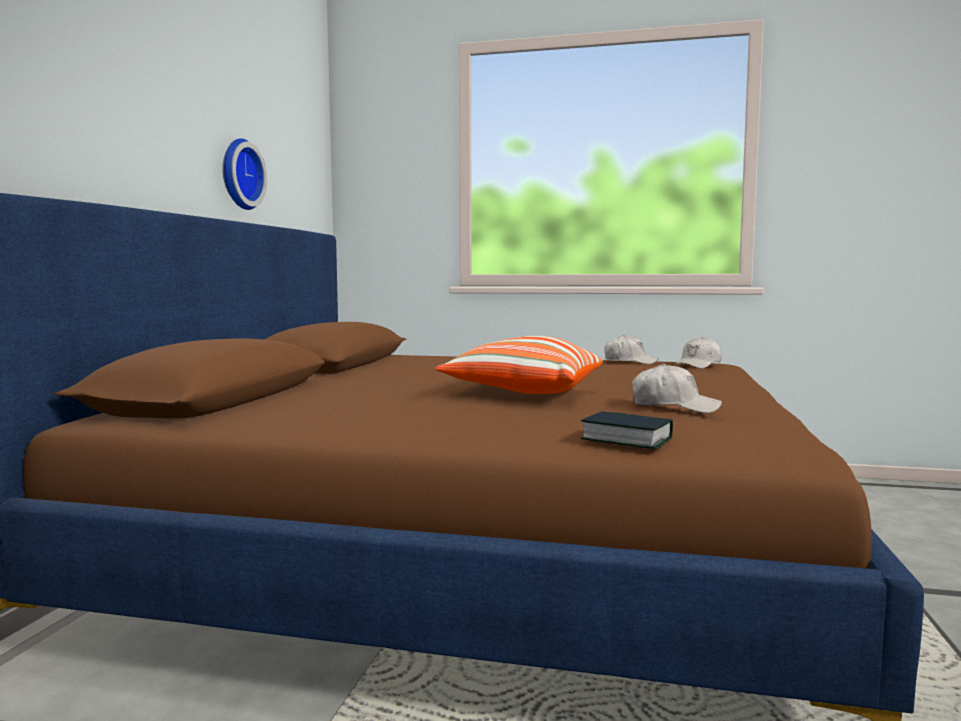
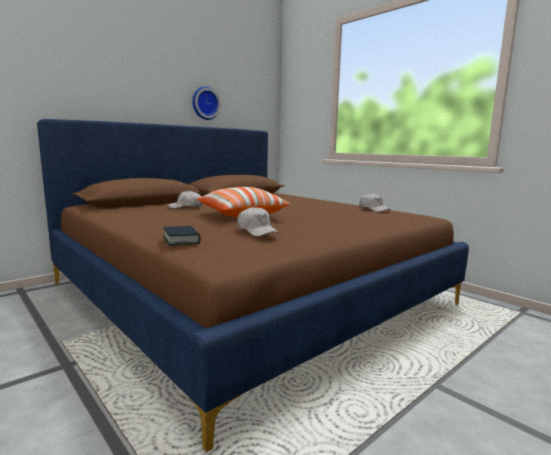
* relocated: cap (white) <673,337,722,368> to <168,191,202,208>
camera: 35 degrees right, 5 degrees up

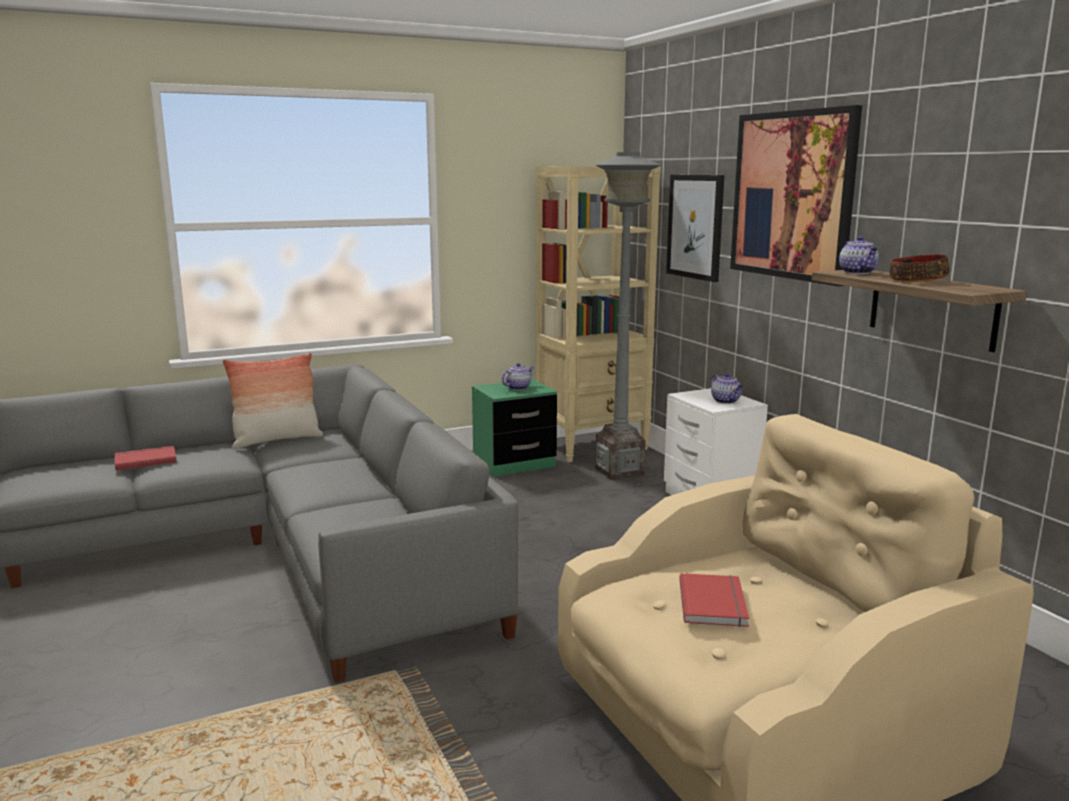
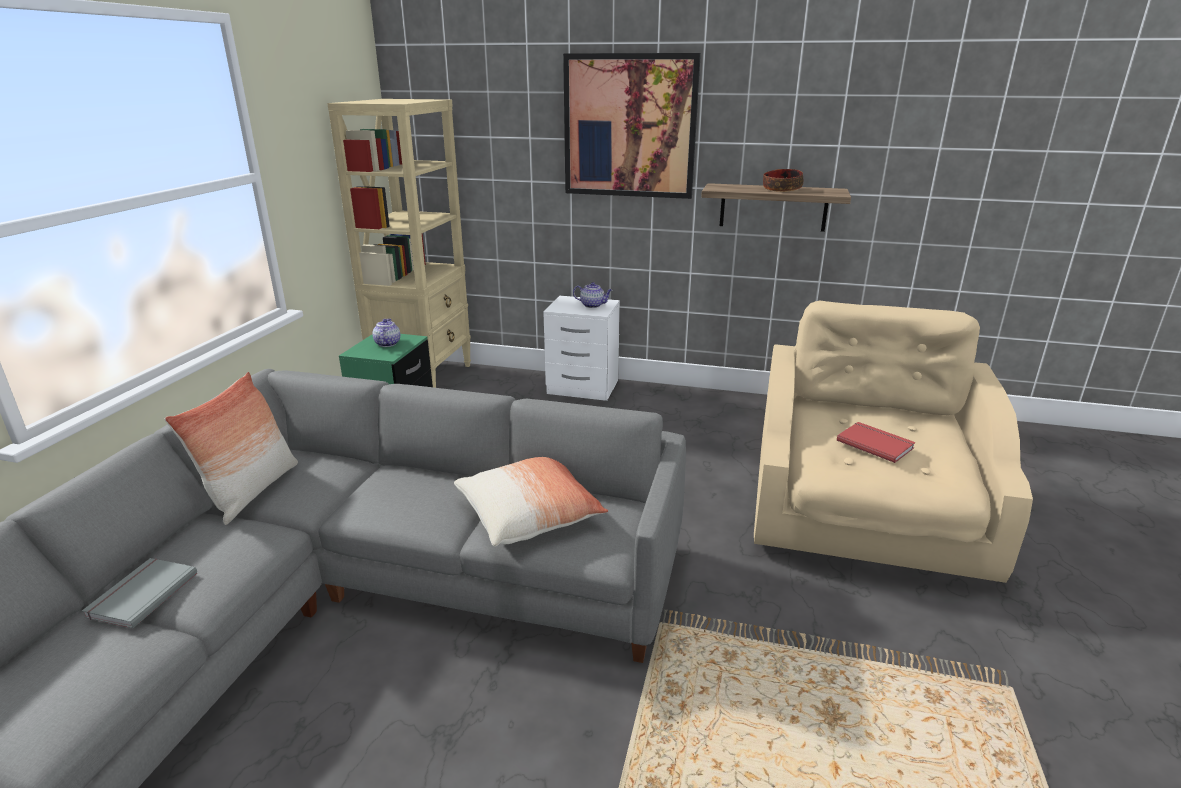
* colour: book (red) <114,446,177,470> to book (grey) <82,558,197,629>
* missing: floor lamp (grey) <595,152,661,480>
* missing: picture <666,175,724,282>
* missing: teapot <839,236,879,274>
* appeared: pillow <454,457,608,547>
camera: 50 degrees left, 10 degrees up

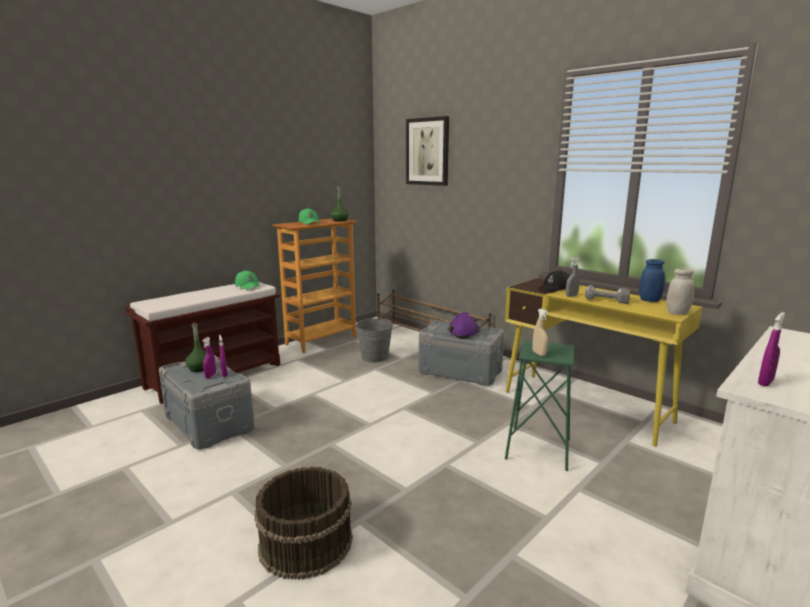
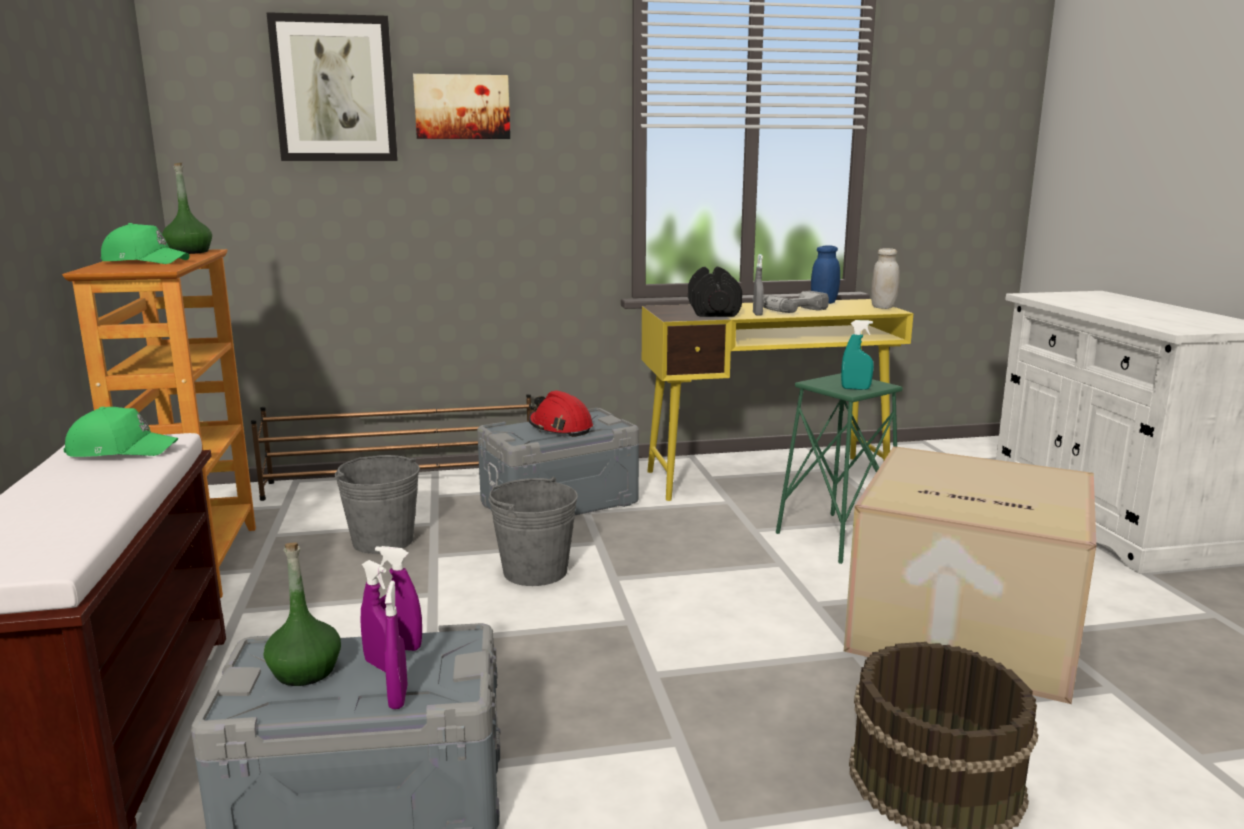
* colour: hard hat (purple) <448,312,480,338> to hard hat (red) <529,391,593,437>
* colour: spray bottle (beige) <532,308,548,356> to spray bottle (turquoise) <841,320,874,390>
* exchanged: cap (black) <539,270,570,293> to dumbbell (black) <688,267,742,317>
* relocated: spray bottle (purple) <758,312,785,386> to <385,581,407,709>
* appeared: picture <413,74,510,139>
* appeared: bucket (grey) <488,477,578,586>
* appeared: cardboard box <844,446,1096,704>
camera: 55 degrees left, 0 degrees up

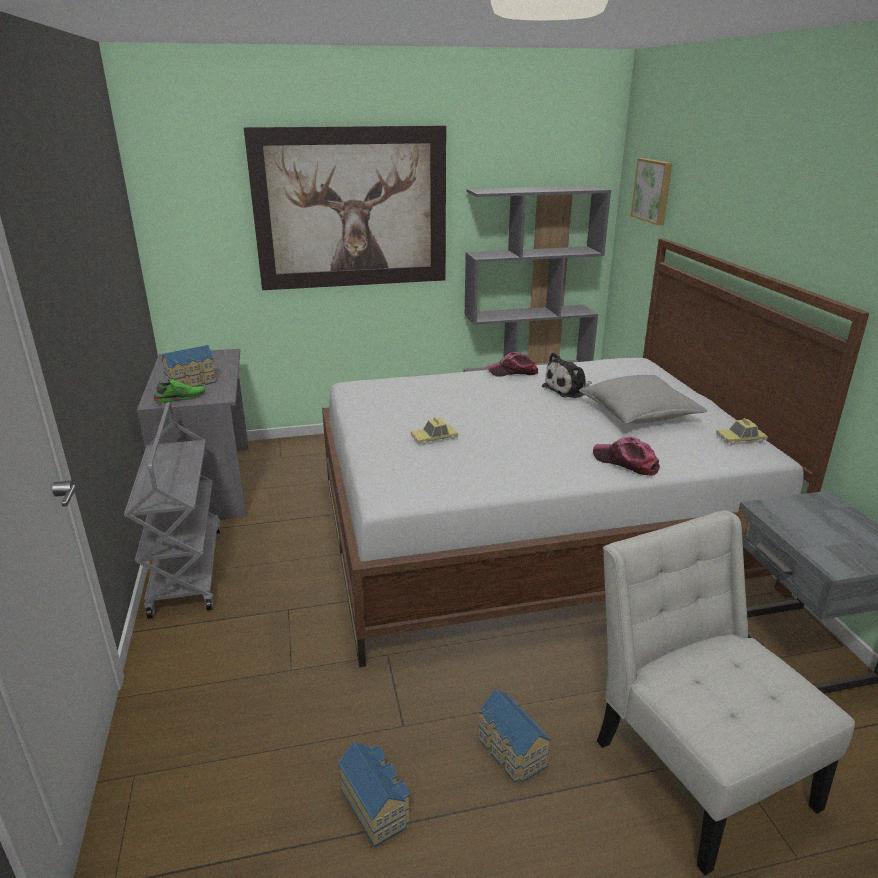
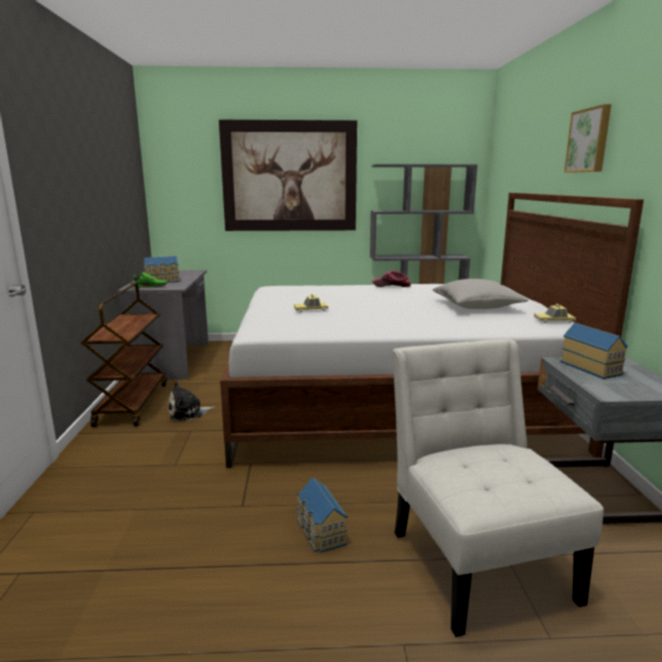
* colour: cart (grey) <124,402,221,619> to cart (brown) <81,283,167,427>
* relocated: toy house <338,742,410,848> to <560,323,628,379>
* relocated: plush toy <542,352,591,398> to <168,381,215,421>
* missing: cap <593,437,660,476>
* relocated: picture <631,158,672,225> to <564,104,611,173>
camera: 10 degrees right, 10 degrees down

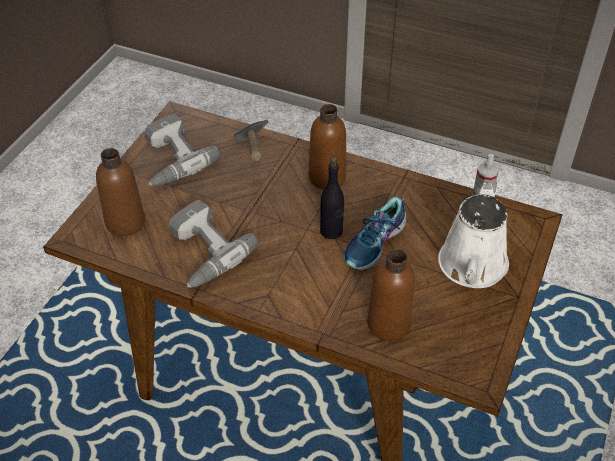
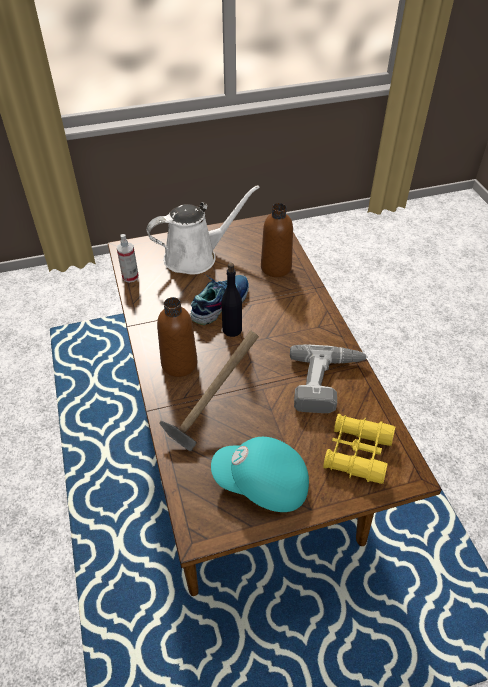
* exchanged: bottle (brown) <96,148,145,236> to binoculars (yellow) <323,414,395,484>
* exchanged: power drill <144,114,220,186> to cap (turquoise) <211,437,309,512>
* spun: shoe <344,197,406,270> = <190,274,249,325> 45 degrees counterclockwise
camera: 130 degrees left, 0 degrees up

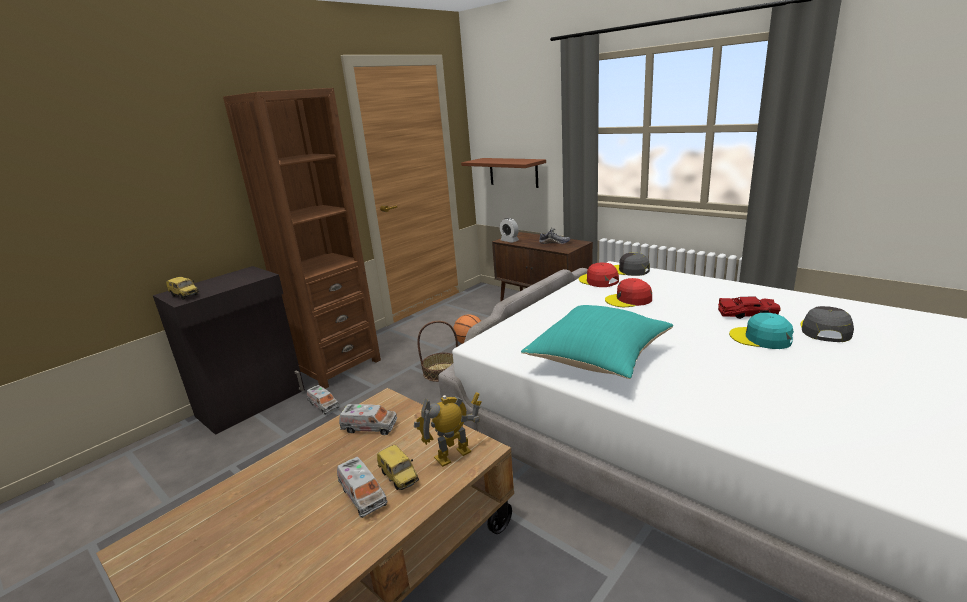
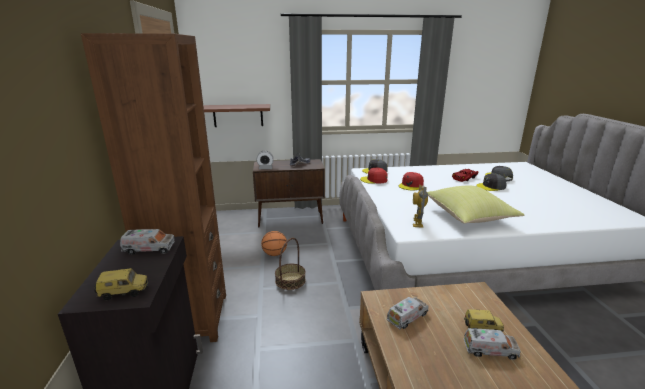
* relocated: toy truck <307,385,339,415> to <120,229,175,254>
* relocated: toy robot <414,392,481,467> to <413,185,428,228>
* colour: pillow (turquoise) <521,305,673,379> to pillow (yellow) <427,185,524,223>
* colour: cap (turquoise) <729,313,794,349> to cap (grey) <476,173,507,191>
camera: 50 degrees left, 0 degrees up

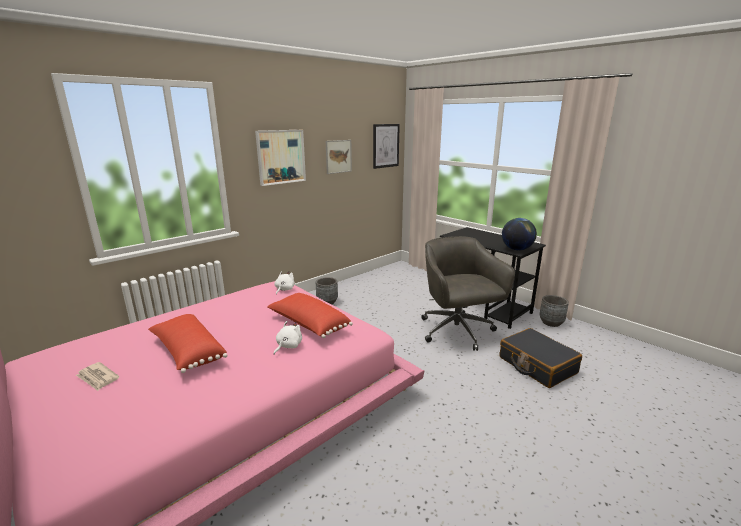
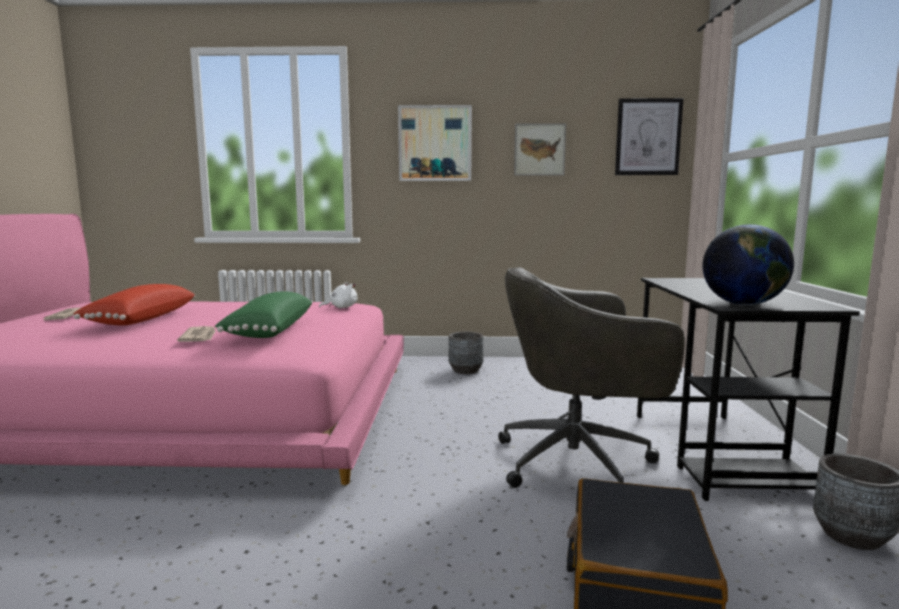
* colour: pillow (red) <267,293,353,338> to pillow (green) <215,291,312,338>
* exchanged: plush toy (white) <274,321,302,355> to newspaper <177,326,216,342>
* spun: office chair (grey) <421,236,515,351> = <498,267,685,488> 120 degrees counterclockwise
camera: 45 degrees right, 10 degrees down

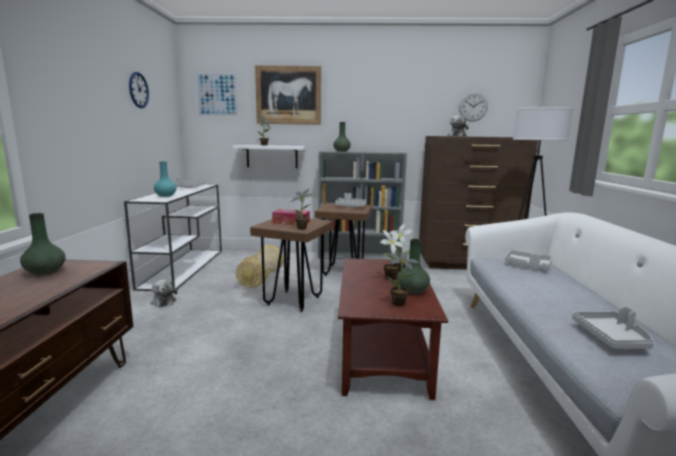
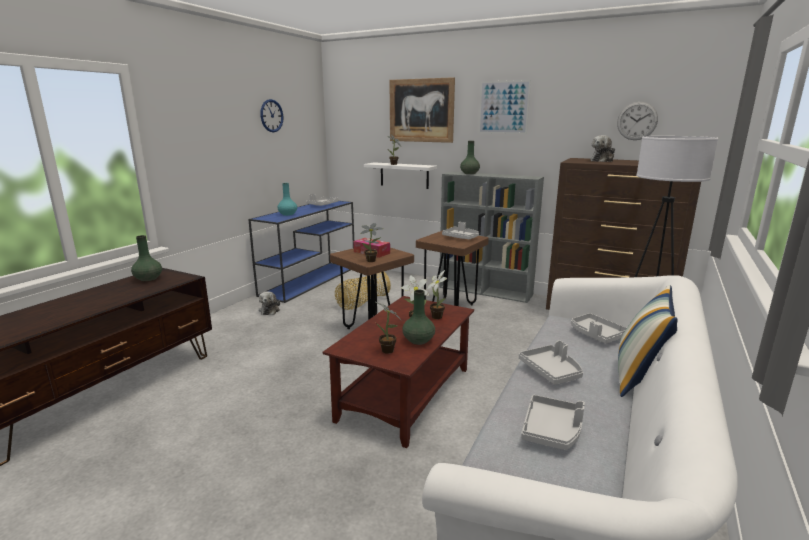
* colour: console table (white) <124,184,222,291> to console table (blue) <248,201,354,303>
* relocated: picture <195,72,239,117> to <478,80,531,134>
* appeared: tray (grey) <519,340,583,385>
* appeared: pillow <618,285,678,397>
camera: 25 degrees right, 5 degrees up

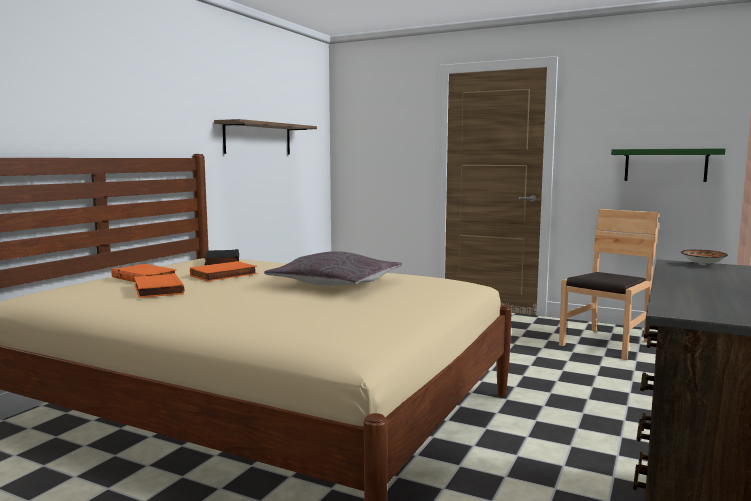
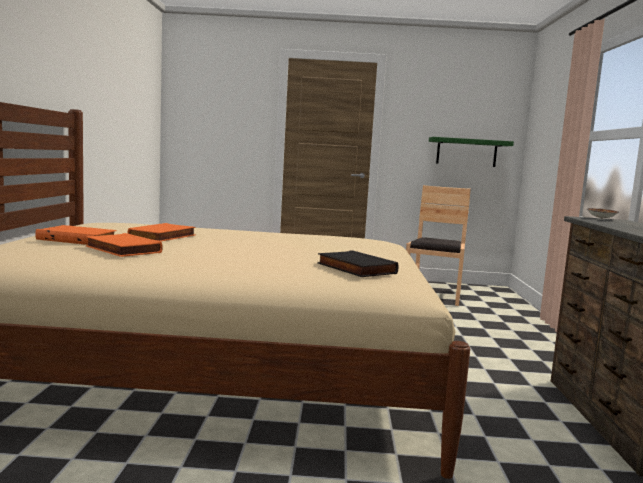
* relocated: book (black) <204,249,239,265> to <317,250,399,277>
* missing: shelf <214,119,317,155>
* missing: pillow (grey) <264,251,402,286>
camera: 25 degrees left, 0 degrees up

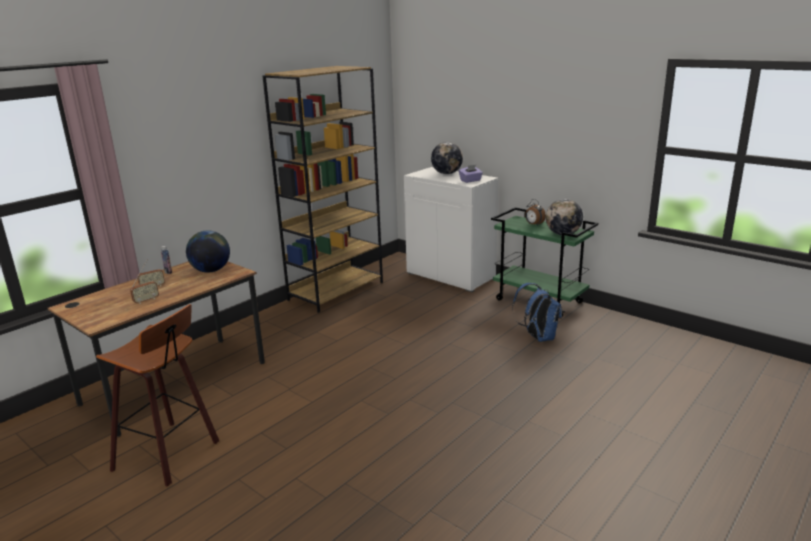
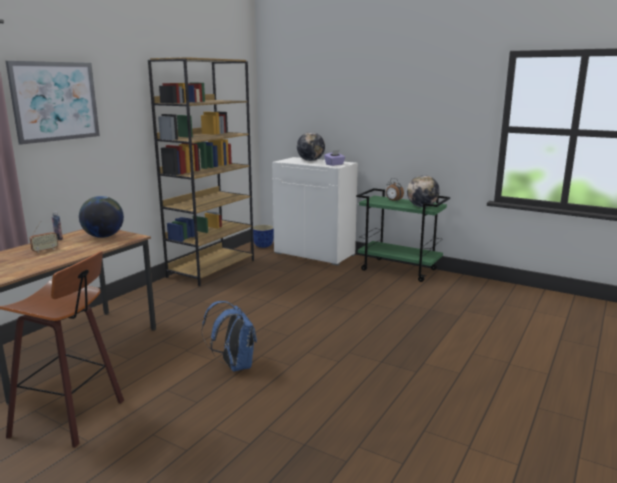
* missing: radio <130,272,159,304>
* relocated: backpack (blue) <512,283,562,342> to <202,301,257,372>
* appeared: picture <6,61,100,145>
* appeared: planter <253,225,274,248>
camera: 10 degrees left, 5 degrees down

